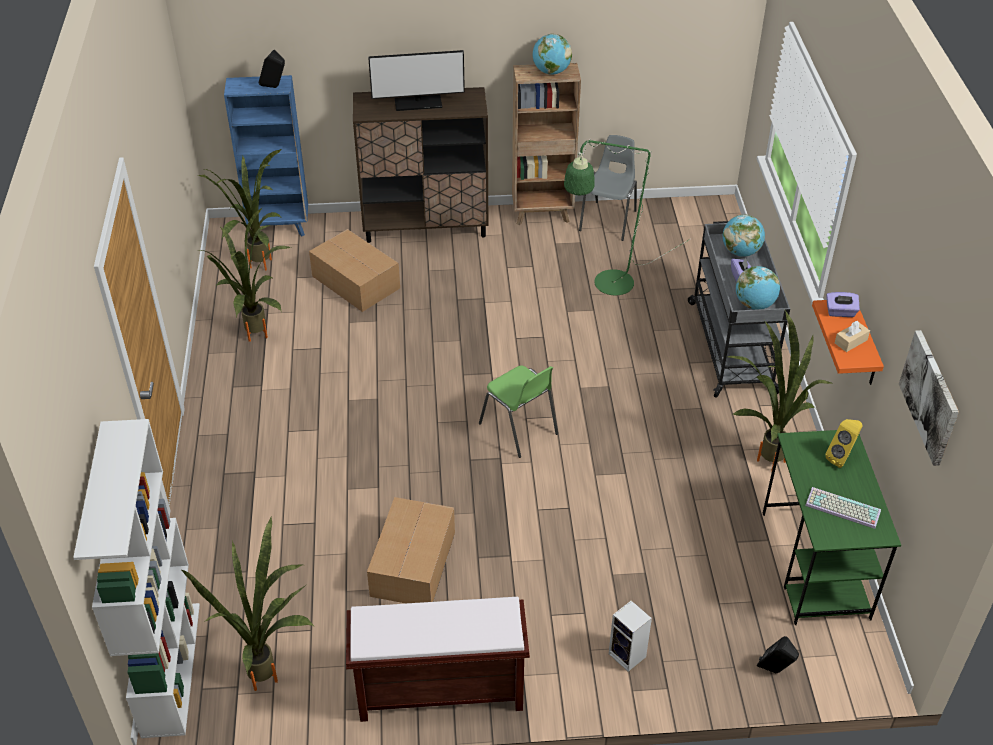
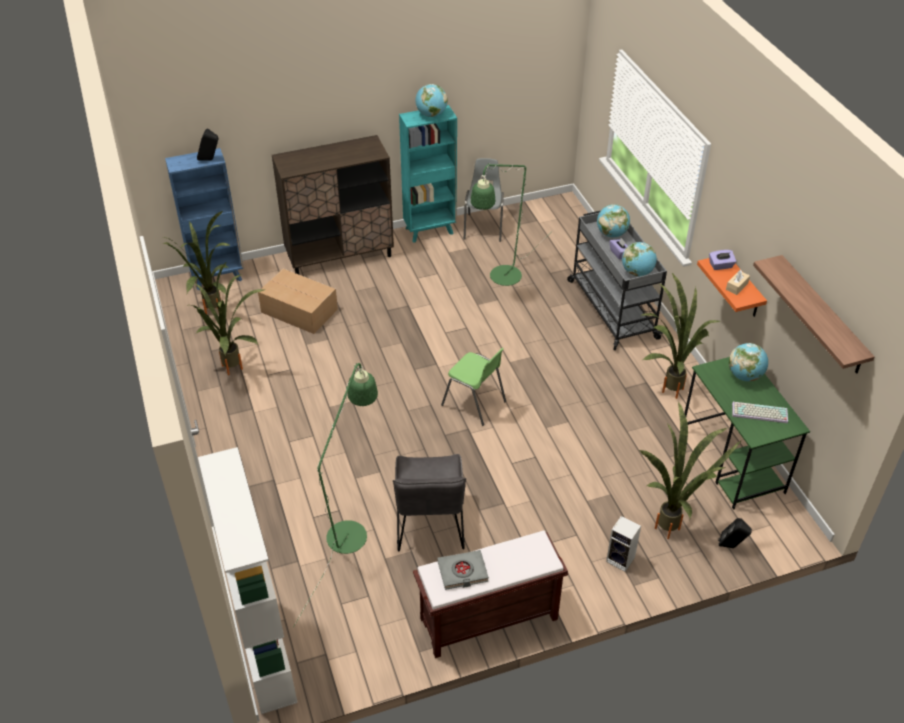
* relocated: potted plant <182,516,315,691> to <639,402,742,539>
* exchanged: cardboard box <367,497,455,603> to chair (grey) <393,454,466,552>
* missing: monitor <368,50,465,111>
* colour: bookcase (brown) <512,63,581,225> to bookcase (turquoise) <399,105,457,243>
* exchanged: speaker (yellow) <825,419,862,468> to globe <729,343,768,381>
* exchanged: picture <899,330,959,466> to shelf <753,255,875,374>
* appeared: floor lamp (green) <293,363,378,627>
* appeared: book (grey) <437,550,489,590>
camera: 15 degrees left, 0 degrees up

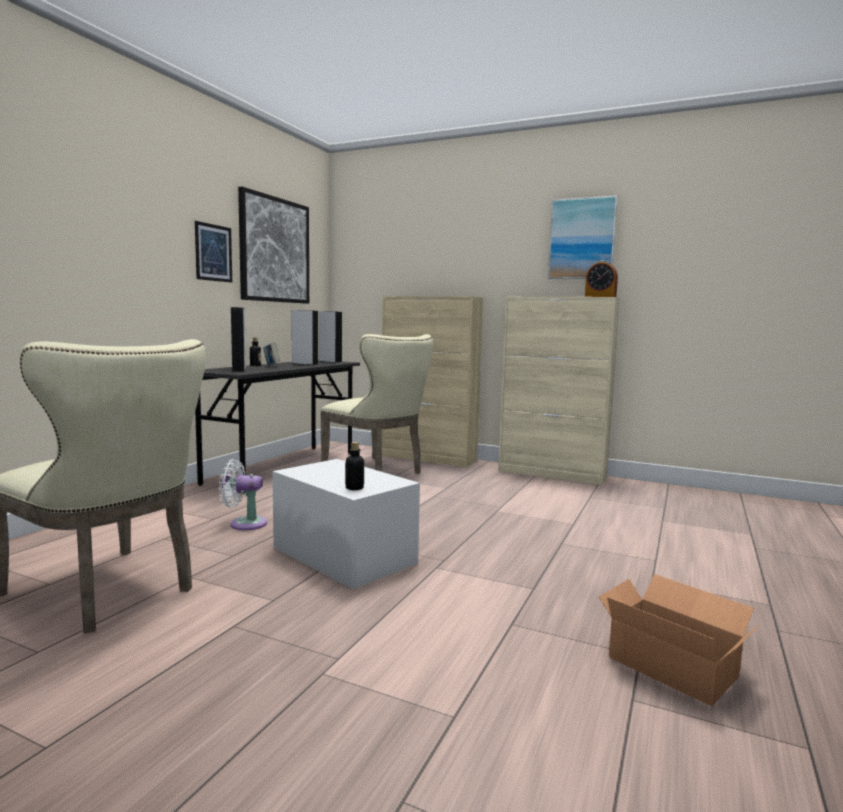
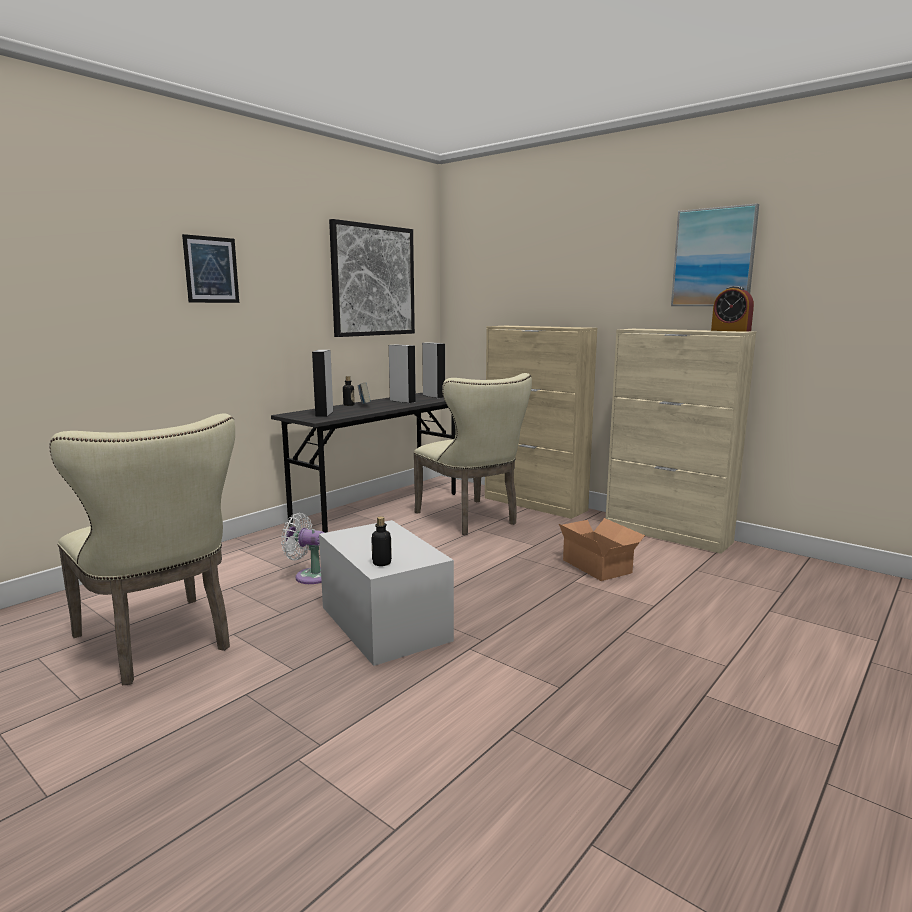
* relocated: picture <195,221,232,283> to <182,234,239,303>
* relocated: cardboard box <599,574,760,706> to <559,518,645,581>
camera: 15 degrees right, 5 degrees up

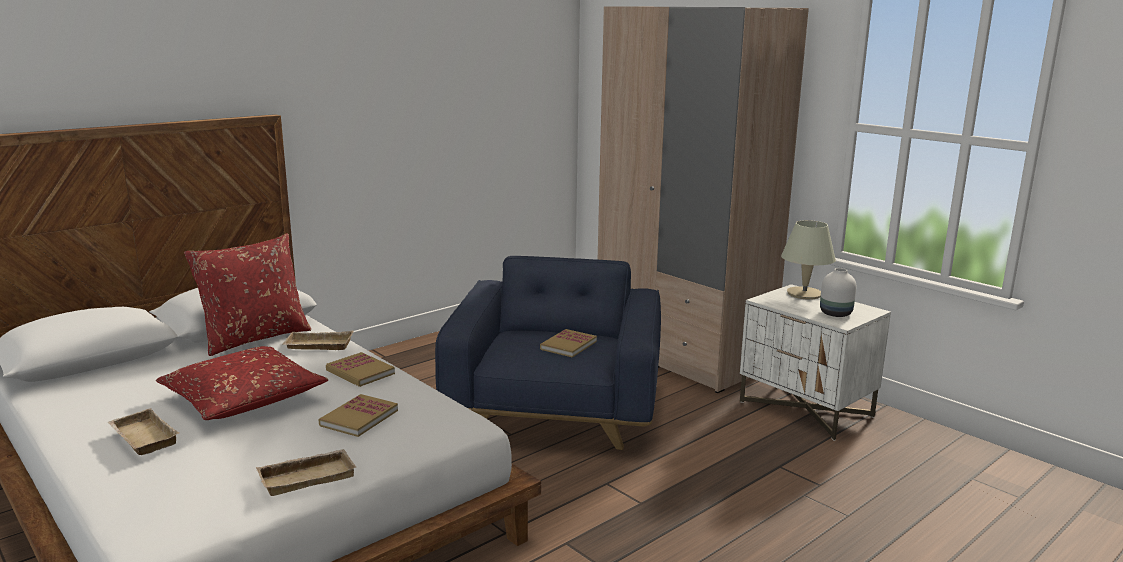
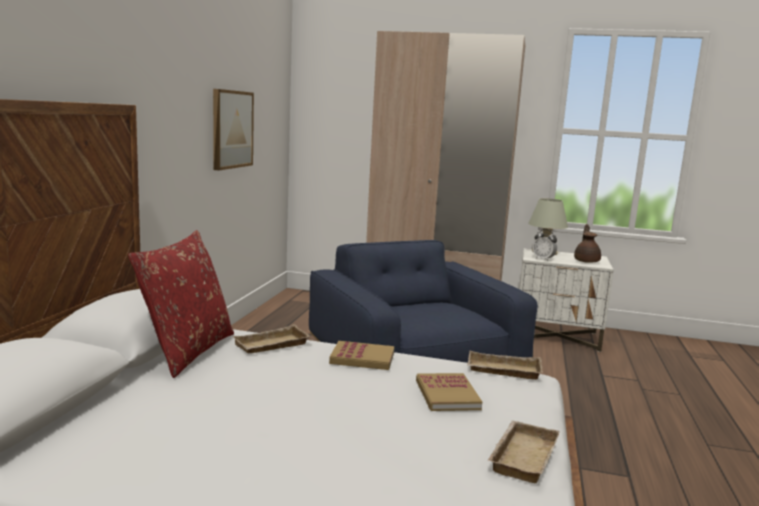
* relocated: tray (beige) <107,408,180,455> to <467,351,543,380>
* missing: pillow (red) <156,346,328,420>
* missing: book <540,329,597,357>
* exchanged: vase (white) <820,268,856,317> to teapot (brown) <574,224,601,263>
* appeared: picture <213,89,254,171>
* appeared: alarm clock <533,229,557,261>
camera: 35 degrees left, 5 degrees down

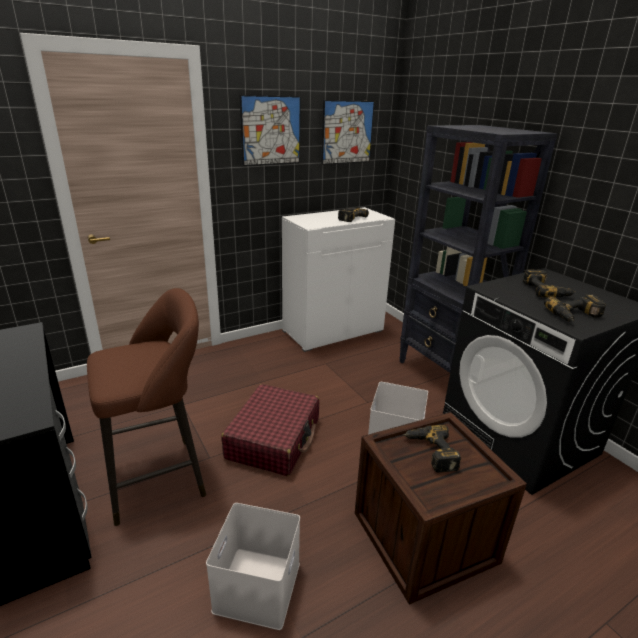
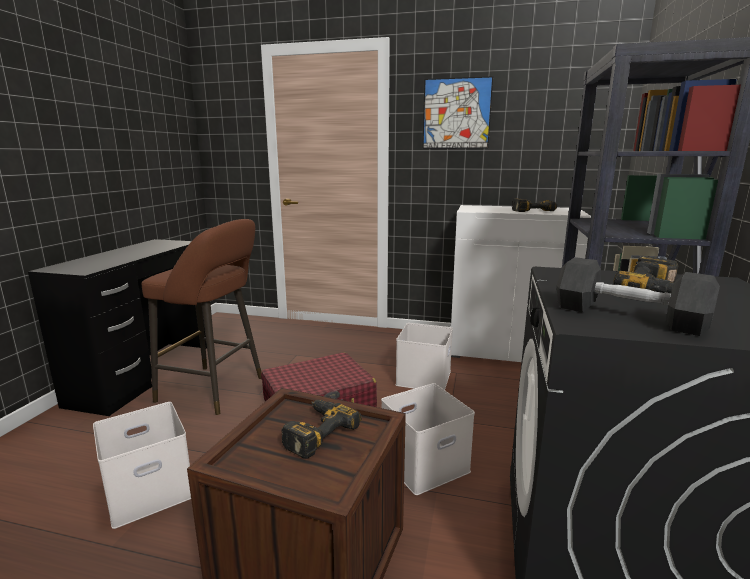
* missing: picture <321,100,374,165>
* exchanged: power drill <544,294,606,322> to dumbbell (grey) <557,257,720,336>
* appeared: storage box (white) <396,323,453,390>
camera: 45 degrees right, 10 degrees down

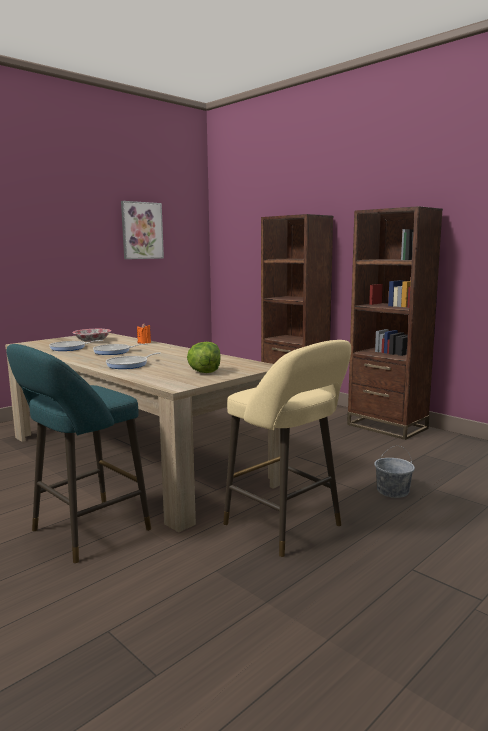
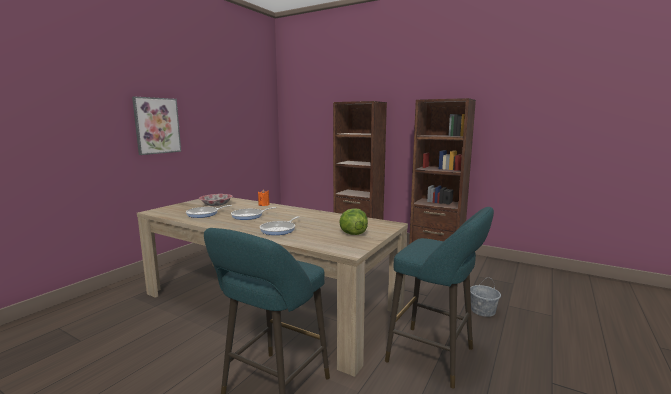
* relocated: picture <121,201,164,259> to <132,97,181,155>
* colour: stool (beige) <223,340,351,557> to stool (turquoise) <385,207,494,389>
camera: 15 degrees left, 0 degrees up

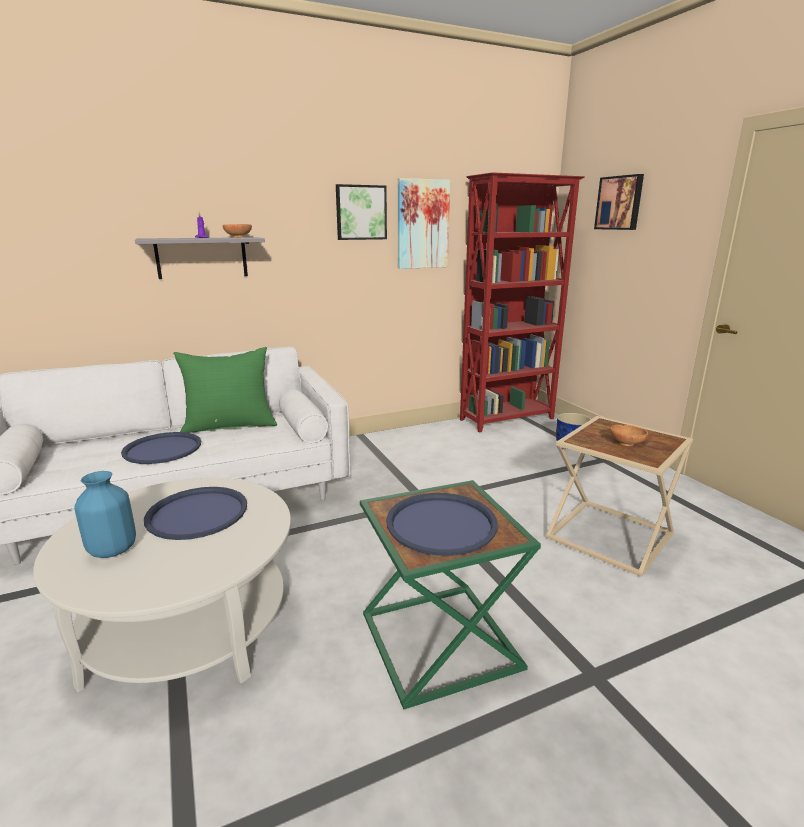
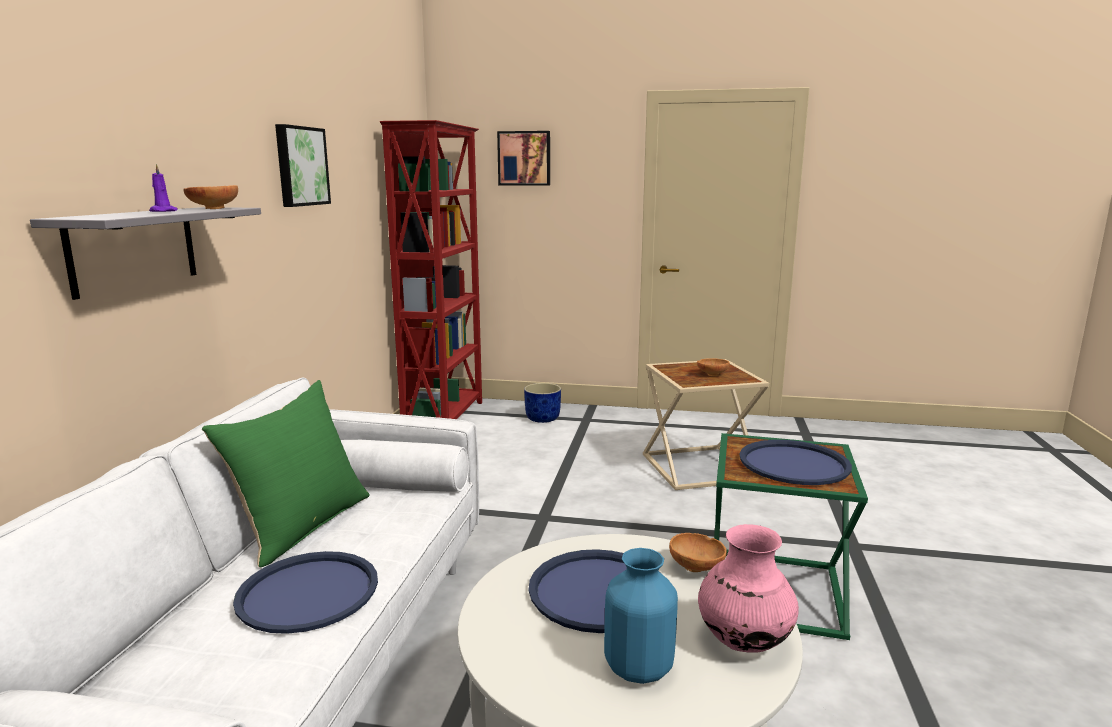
* missing: picture <398,178,450,269>
* appeared: bowl (brown) <669,533,727,572>
* appeared: vase (pink) <698,524,799,653>
camera: 55 degrees left, 5 degrees down

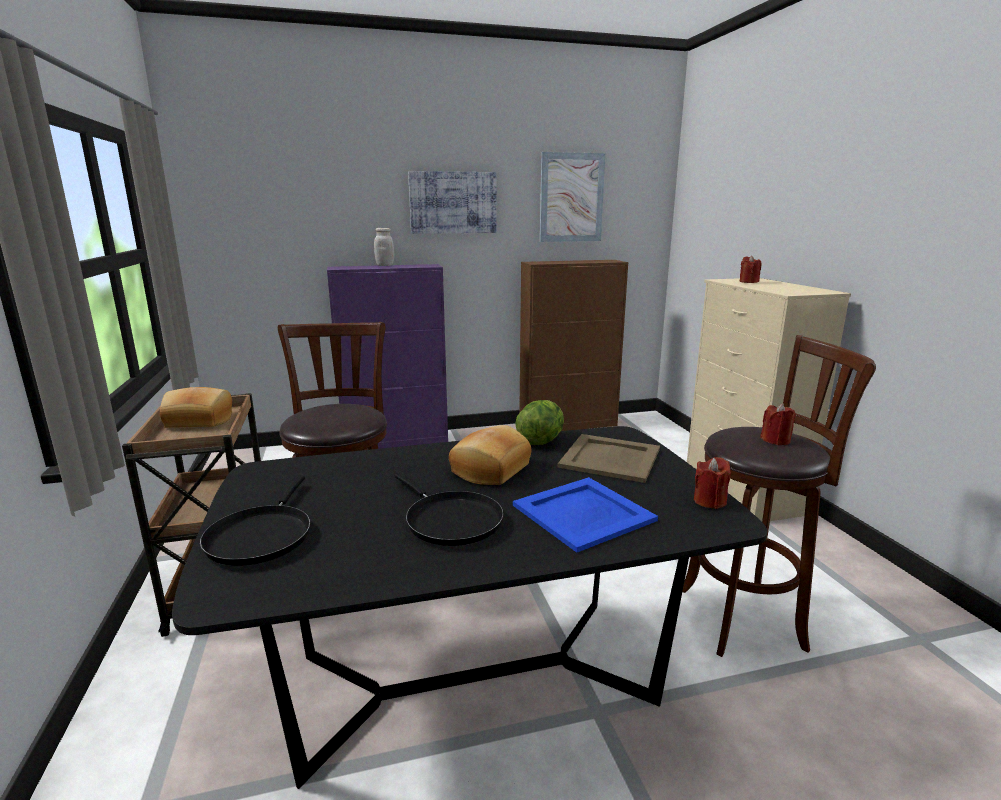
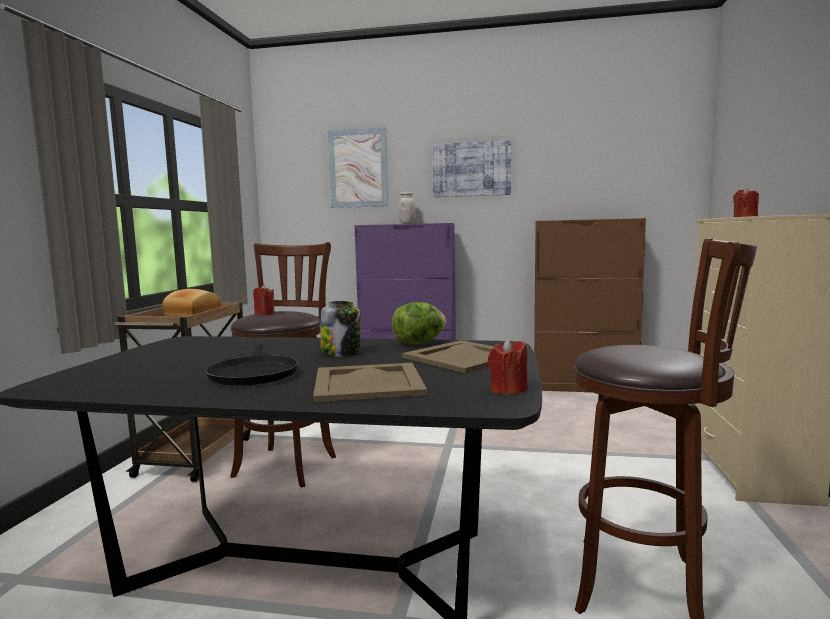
* missing: frying pan (black) <200,476,310,566>
* exchanged: bread <449,425,531,485> to jar <320,301,360,357>
* colour: tray (blue) <513,477,658,553> to tray (beige) <313,363,427,402>
* relocated: picture <540,152,605,242> to <328,127,388,208>
* relocated: candle (red) <760,403,796,445> to <253,285,275,315>
camera: 25 degrees right, 10 degrees down

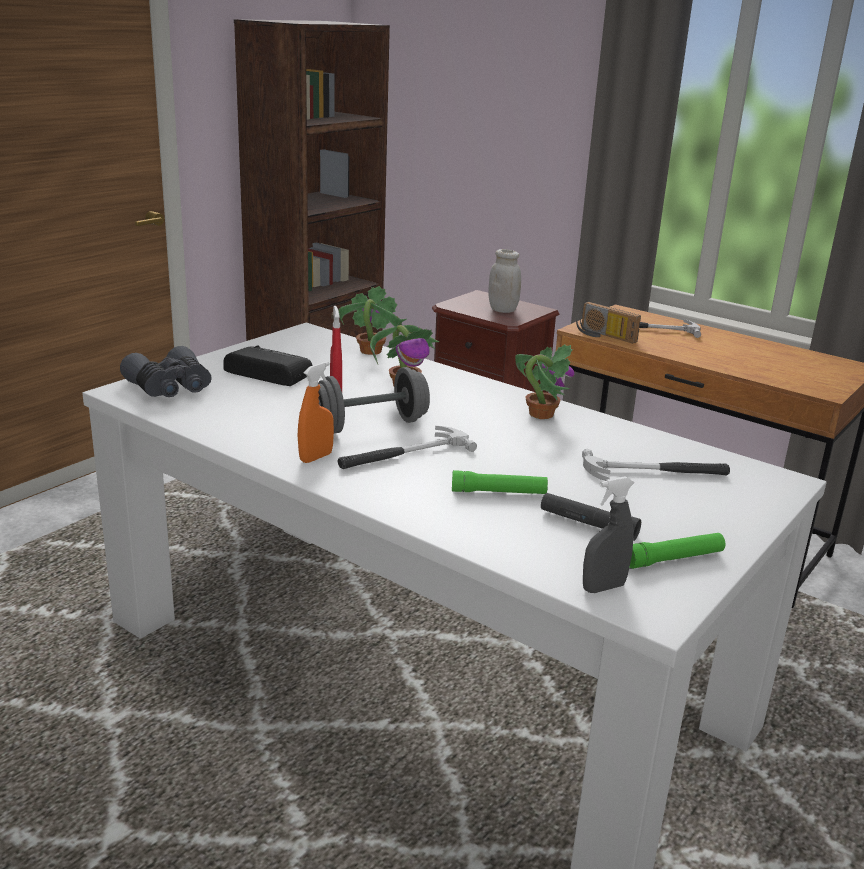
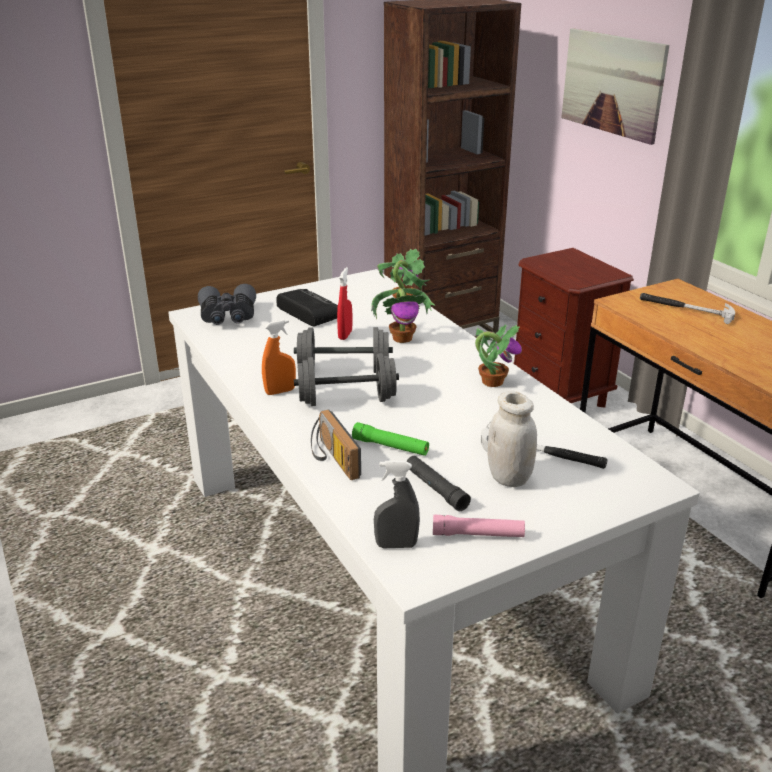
* exchanged: hammer <338,426,477,469> to dumbbell (grey) <294,353,399,406>
* relocated: jar (white) <488,249,521,313> to <488,391,537,487>
* relocated: radio <576,302,641,343> to <311,409,361,480>
* colour: flashlight (green) <629,533,725,569> to flashlight (pink) <433,514,525,537>
* appeared: picture <561,28,669,145>
camera: 25 degrees right, 5 degrees up

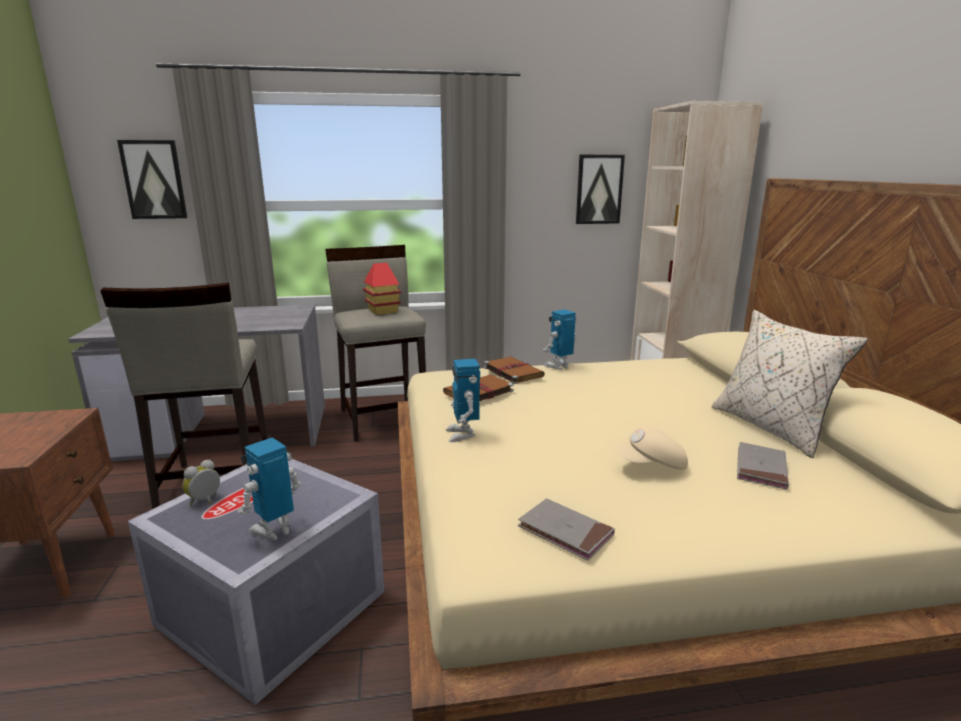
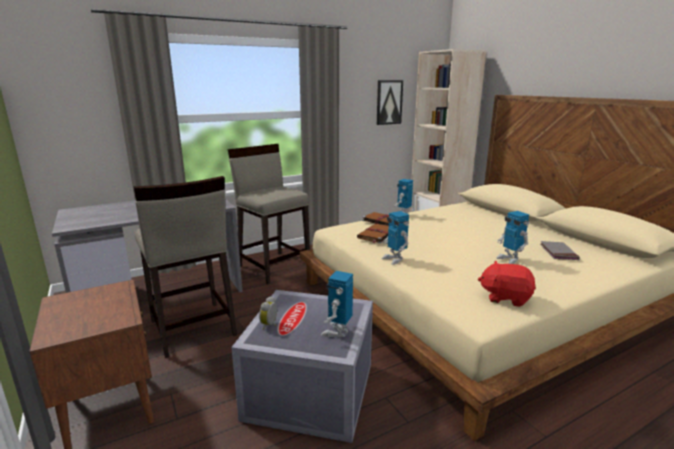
* missing: picture <117,140,187,219>
* missing: toy house <363,262,401,315>
* exchanged: book (grey) <518,498,615,561> to plush toy (red) <478,261,536,307>
* exchanged: cap (beige) <614,426,688,469> to toy robot <496,211,529,264>
* missing: pillow (beige) <711,310,868,458>
camera: 20 degrees left, 0 degrees up

